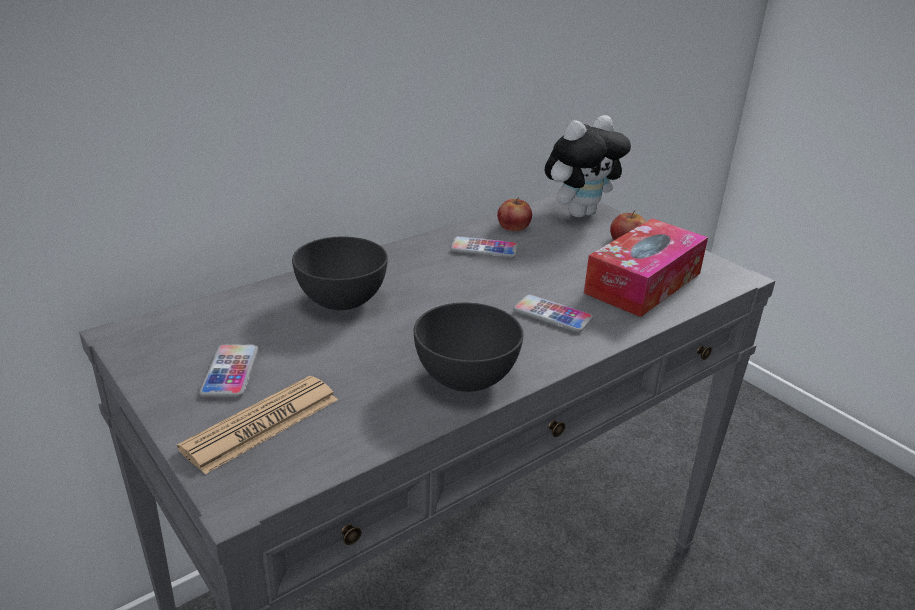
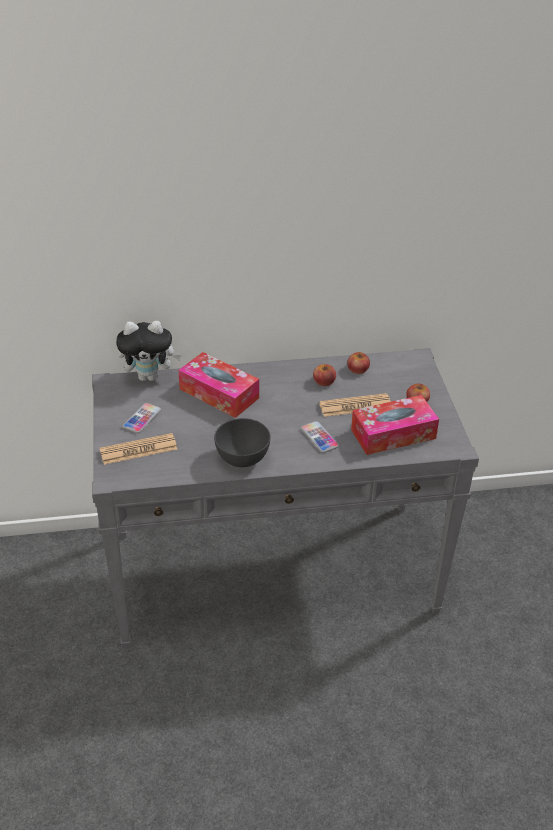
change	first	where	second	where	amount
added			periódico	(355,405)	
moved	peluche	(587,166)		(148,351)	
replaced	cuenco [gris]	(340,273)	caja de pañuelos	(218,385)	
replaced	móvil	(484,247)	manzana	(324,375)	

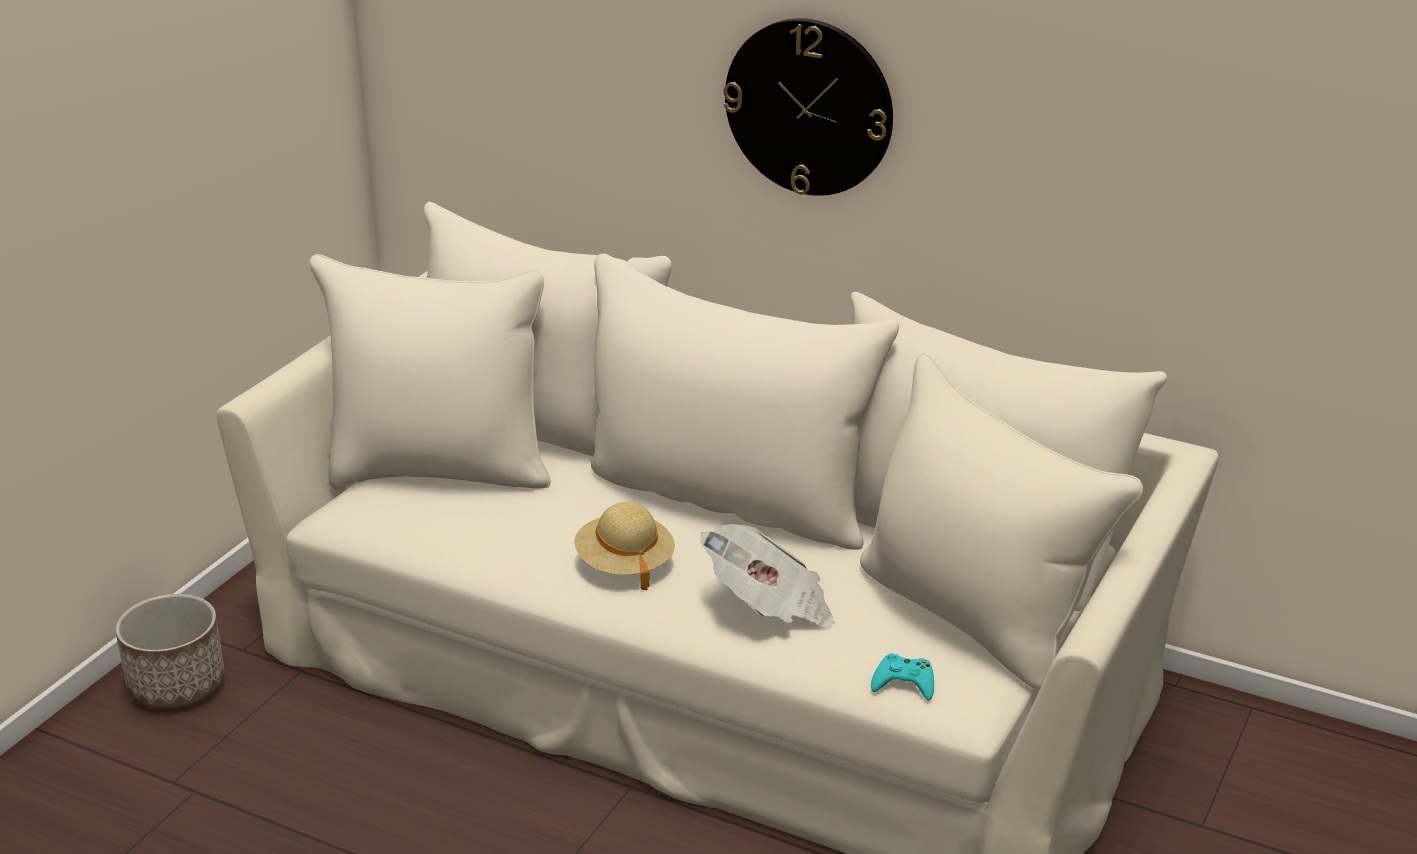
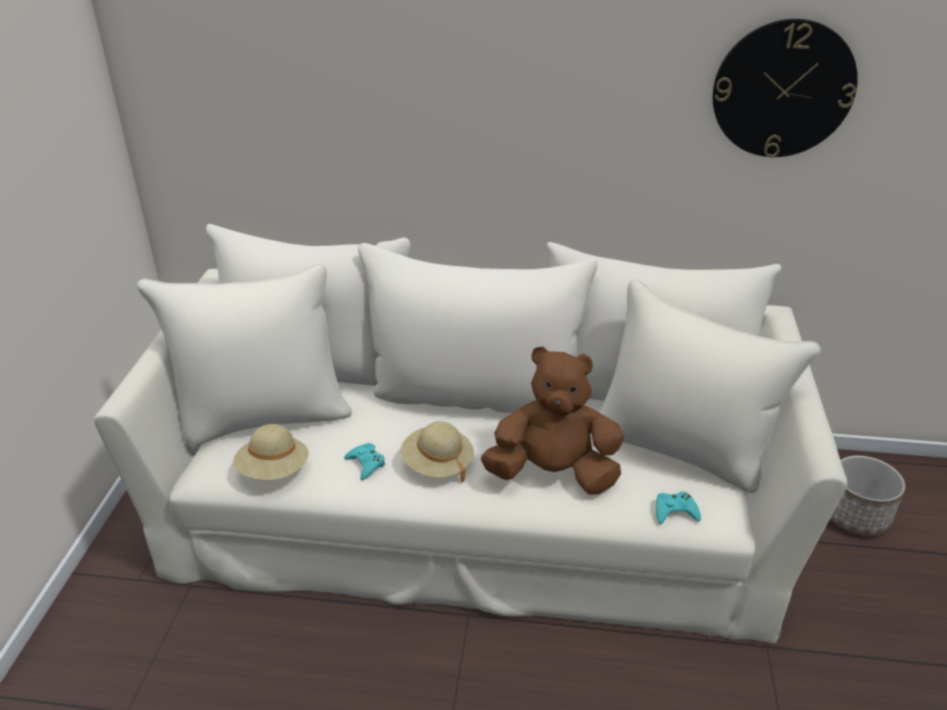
change	first	where	second	where	amount
added			sombrero [beis]	(271,452)	
added			mando de consola [turquesa]	(364,461)	
moved	maceta	(170,651)		(867,495)	
moved	reloj de pared	(808,107)		(785,88)	
replaced	periódico	(767,575)	peluche [marrón]	(552,420)	

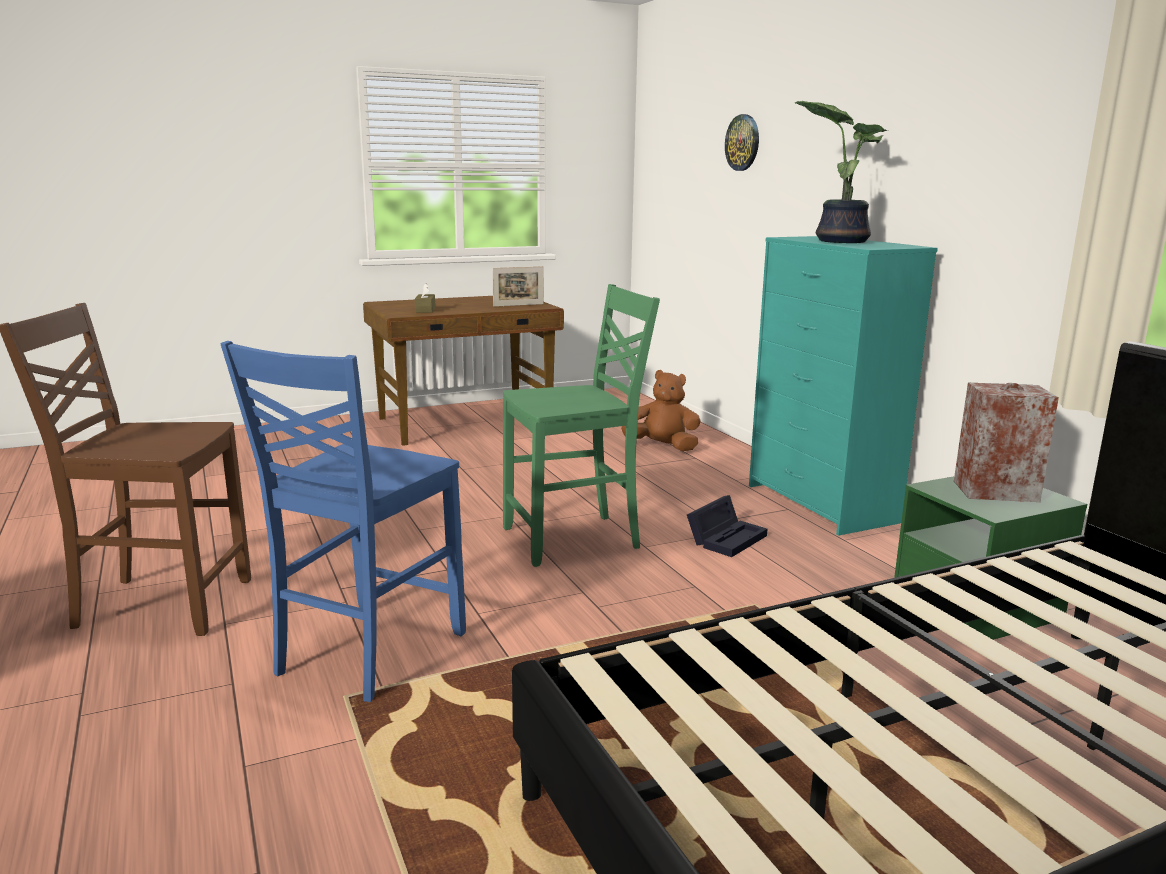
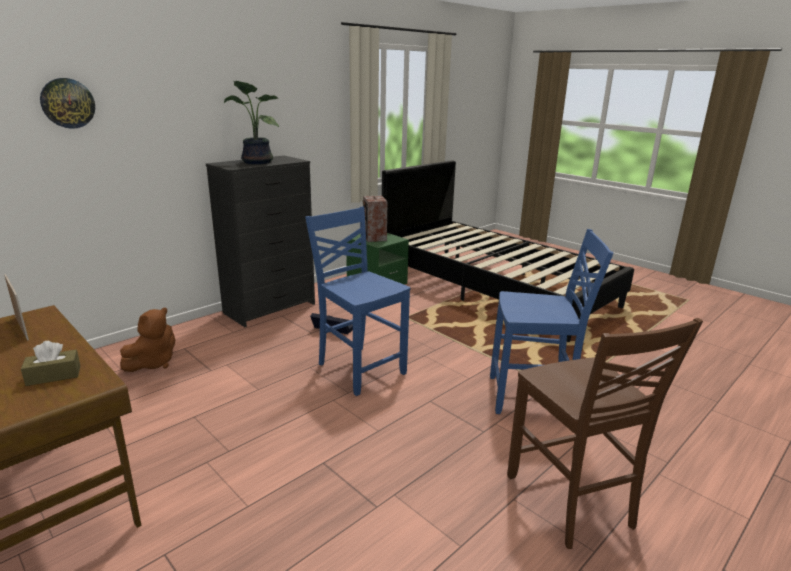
change	first	where	second	where	amount
recoloured	silla [verde]	(581,425)	silla [azul]	(357,301)	
recoloured	cómoda [turquesa]	(843,386)	cómoda [negro]	(260,241)	
turned	peluche [marrón]	(661,410)		(147,340)	150 degrees counterclockwise

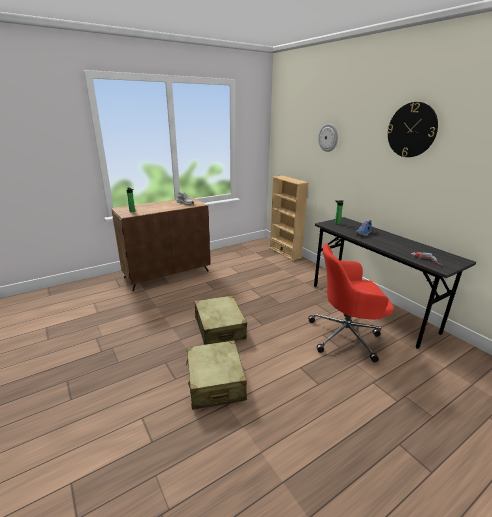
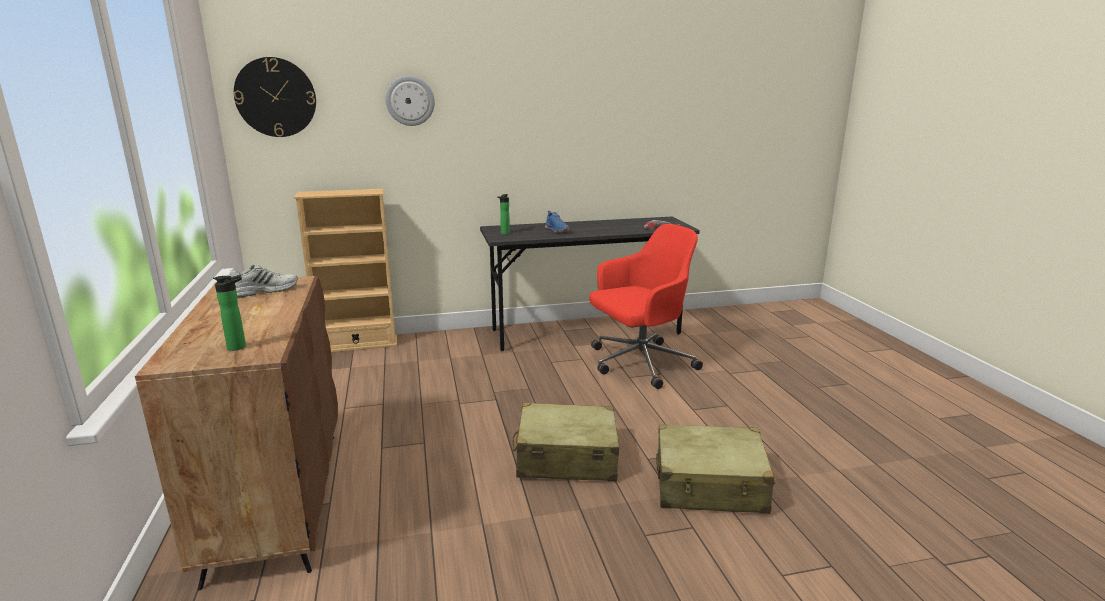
change	first	where	second	where	amount
moved	reloj de pared	(412,129)		(275,97)	
turned	silla de oficina [rojo]	(351,303)		(646,306)	135 degrees counterclockwise

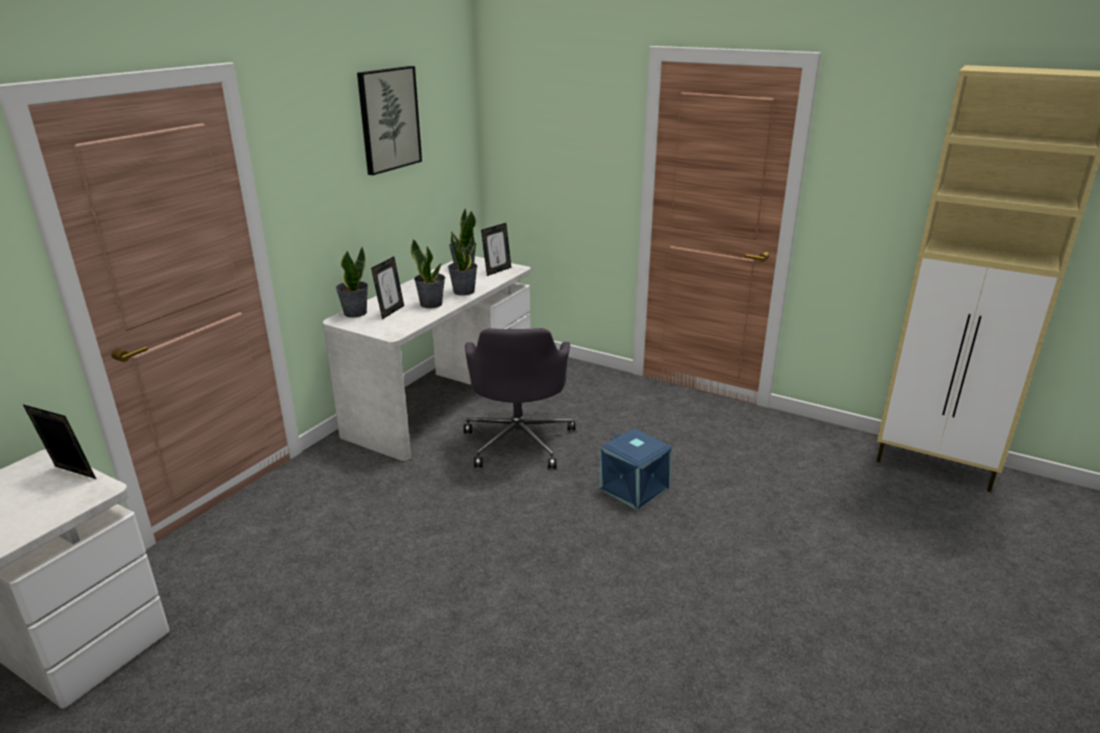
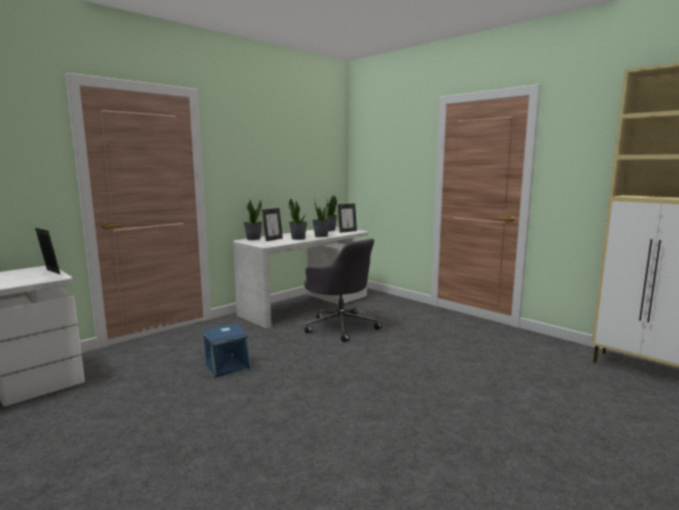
change	first	where	second	where	amount
removed	cuadro	(389,120)			
moved	caja de almacenaje [azul]	(635,469)		(226,351)	
turned	silla de oficina [gris]	(519,398)		(343,290)	60 degrees counterclockwise

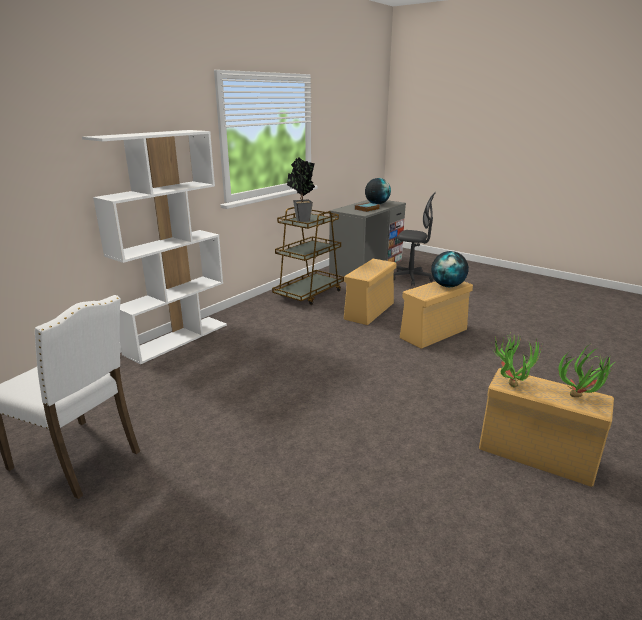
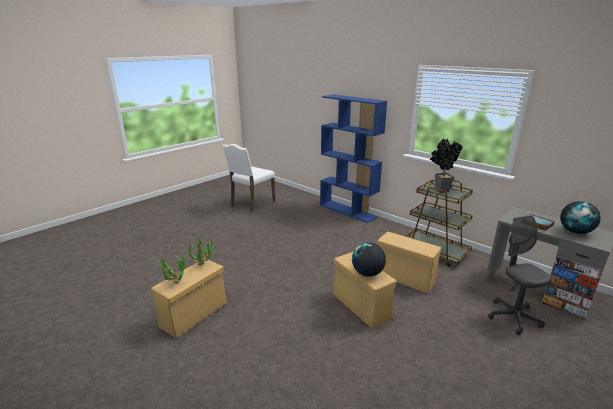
change	first	where	second	where	amount
recoloured	estantería [blanco]	(154,247)	estantería [azul]	(353,158)	
turned	silla de oficina [gris]	(415,239)		(520,275)	135 degrees clockwise

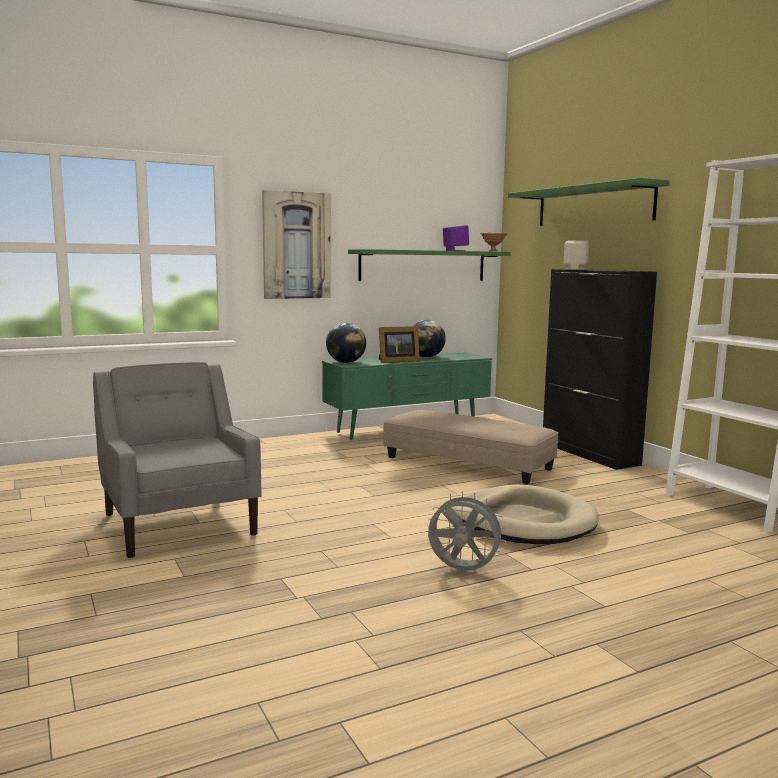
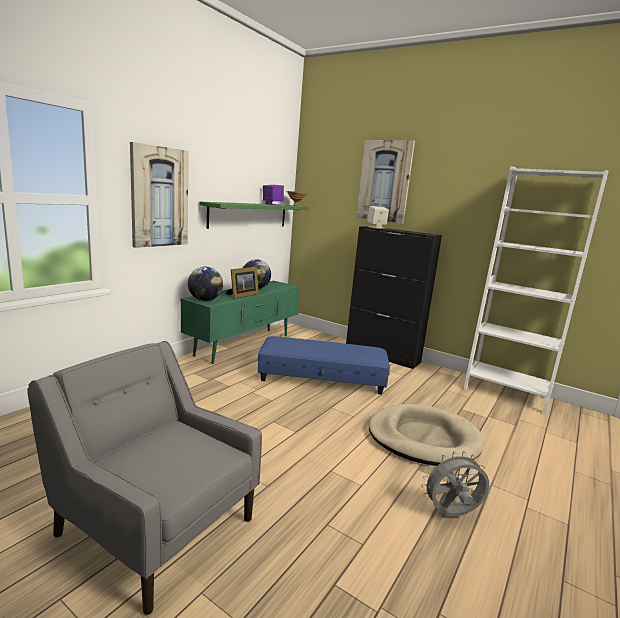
change	first	where	second	where	amount
replaced	estante [verde]	(589,202)	cuadro	(385,181)	
recoloured	puf [beis]	(471,447)	puf [azul]	(324,365)	

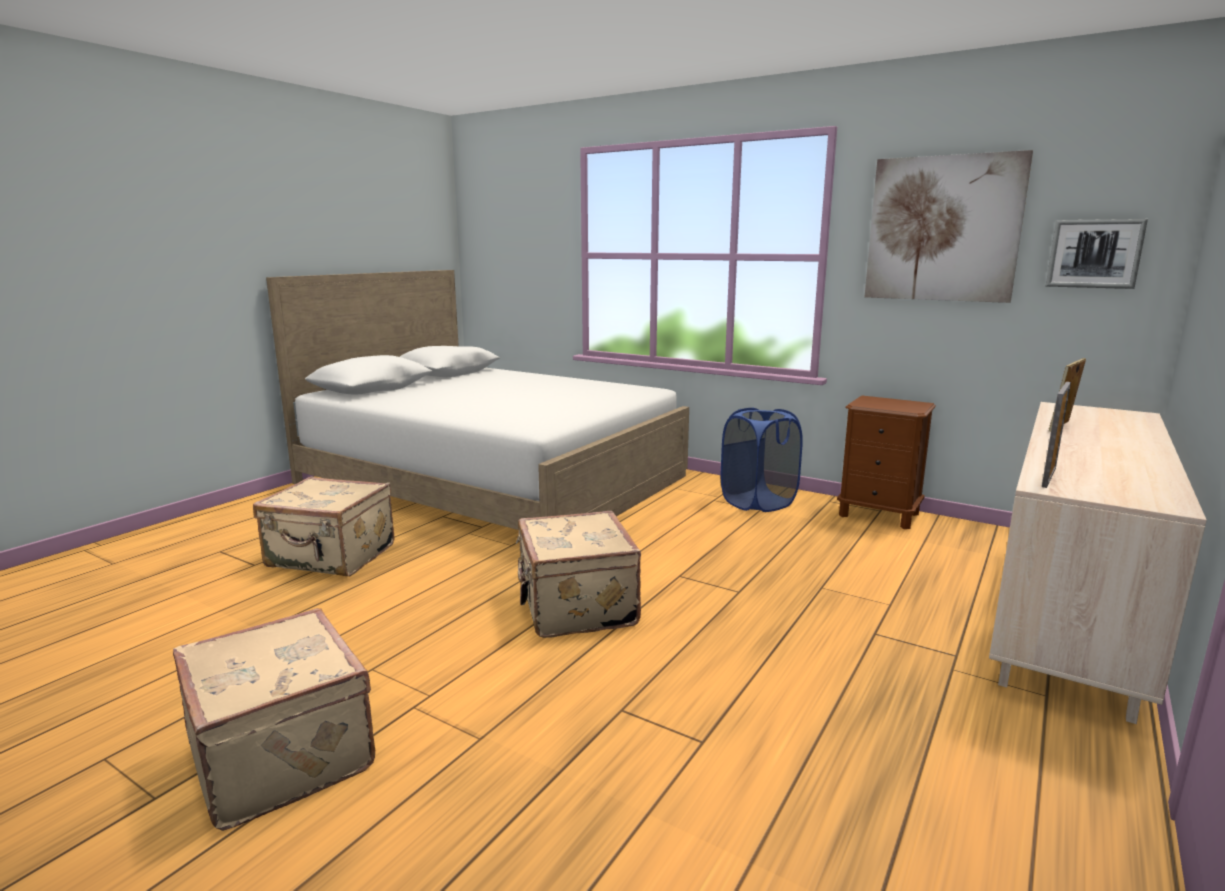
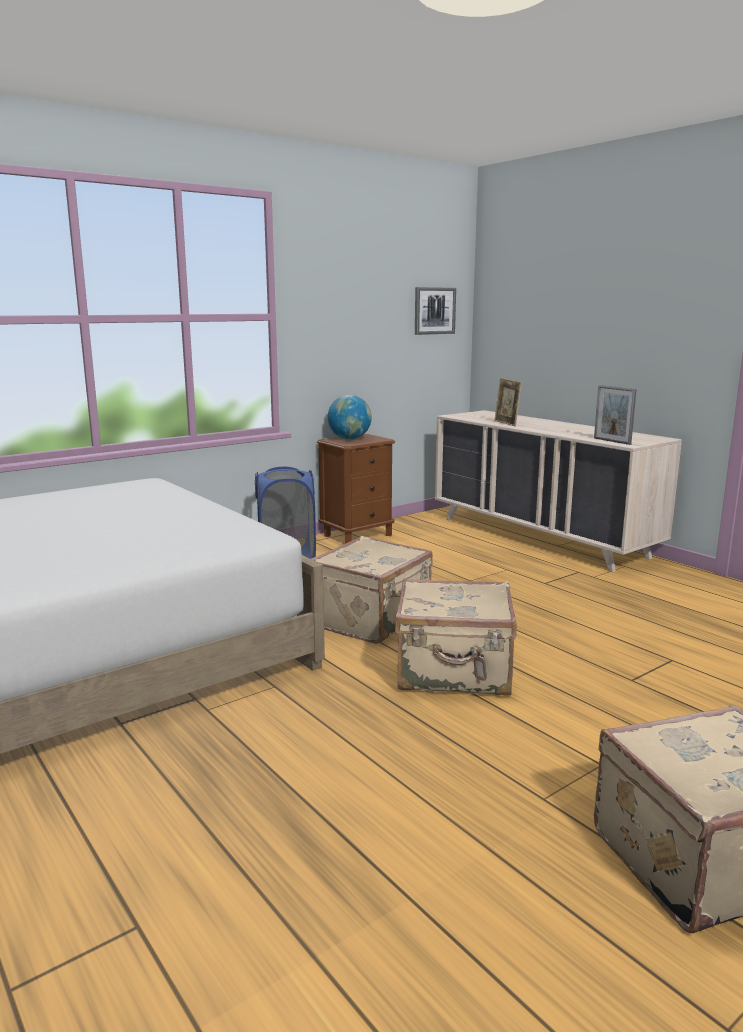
change	first	where	second	where	amount
removed	cuadro	(949,226)			
added			globo terráqueo	(350,417)	
moved	maleta [beis]	(324,526)		(372,590)	

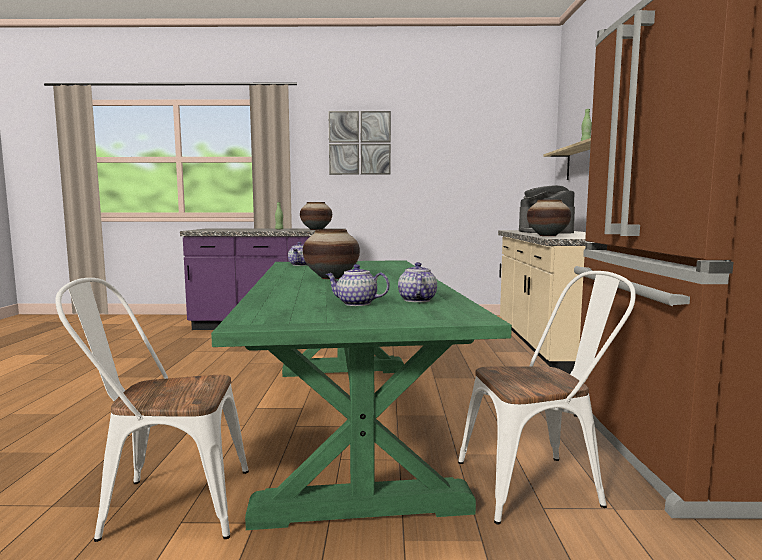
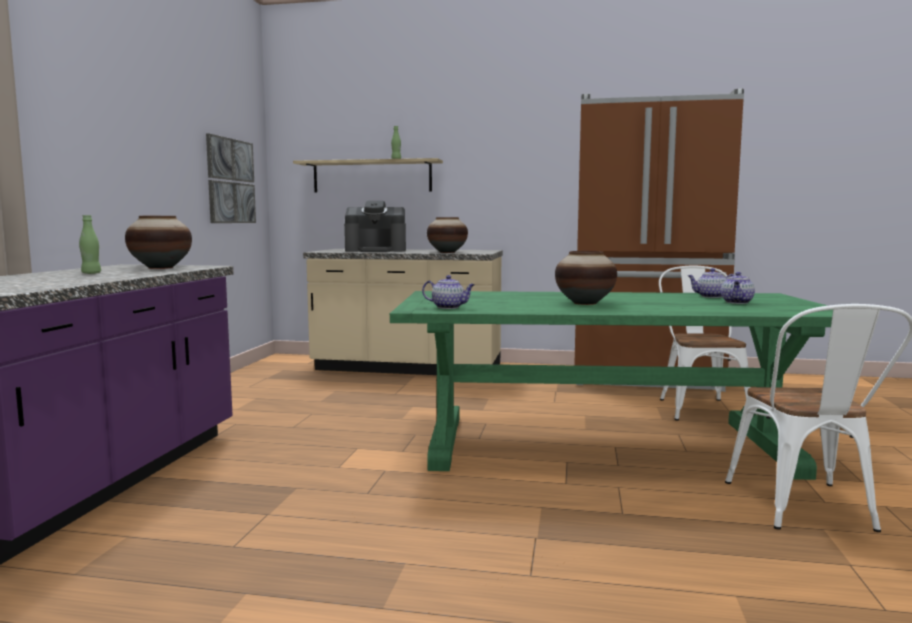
change	first	where	second	where	amount
moved	cuadro	(359,143)		(231,178)	

